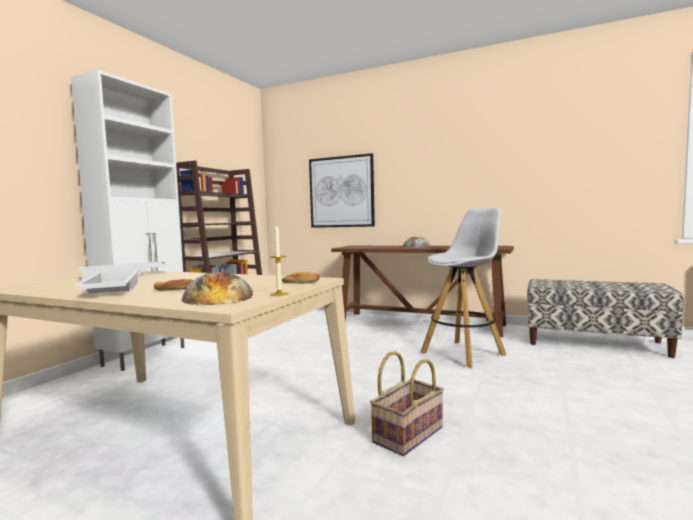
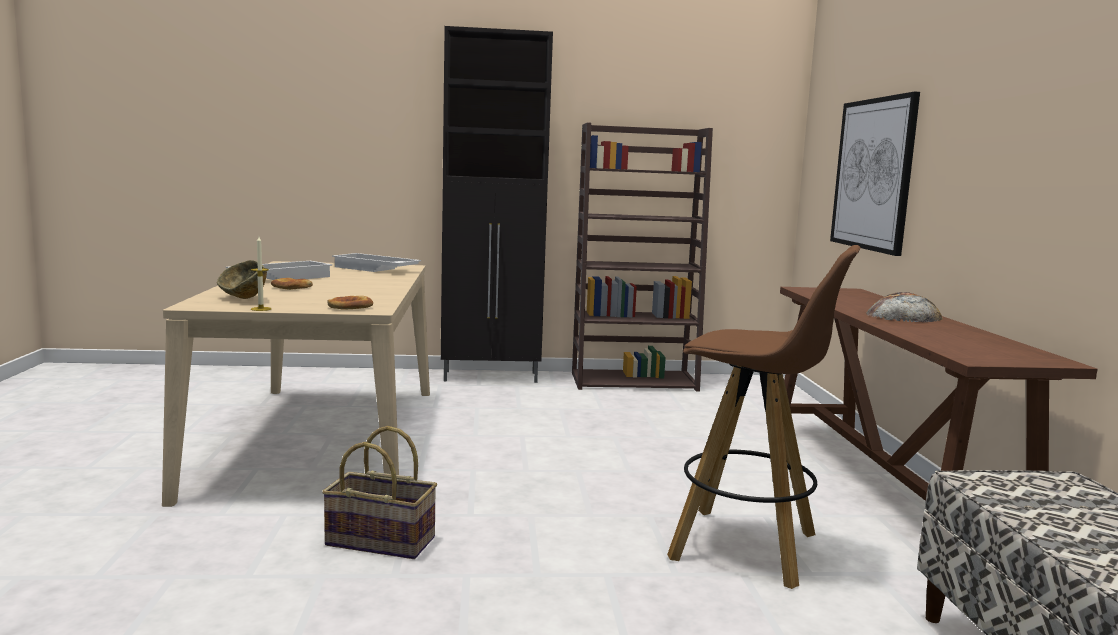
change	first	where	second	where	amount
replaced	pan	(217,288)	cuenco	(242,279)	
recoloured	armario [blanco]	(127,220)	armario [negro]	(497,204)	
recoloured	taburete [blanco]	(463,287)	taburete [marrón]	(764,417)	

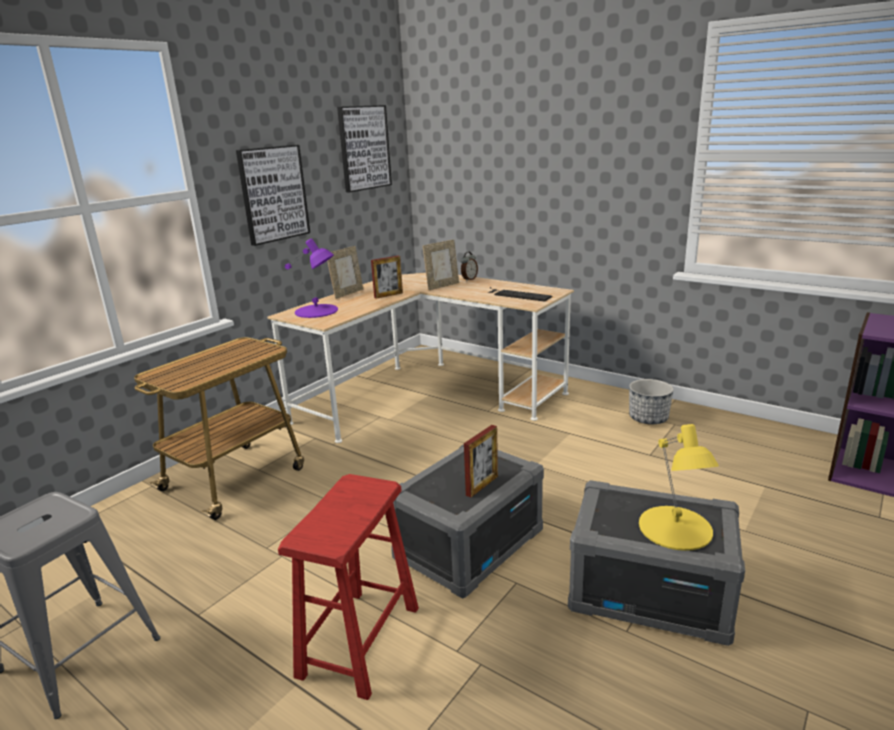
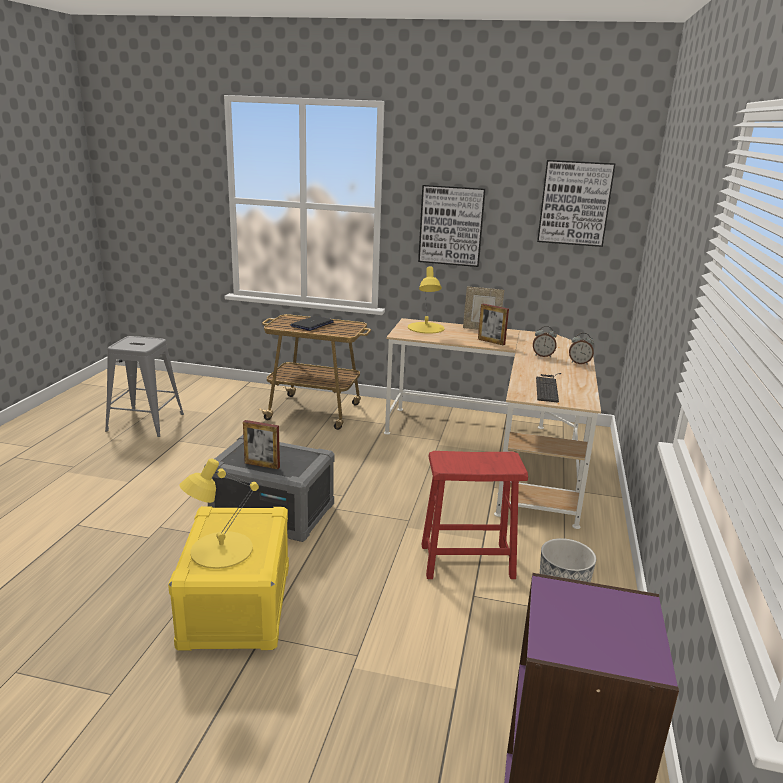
change	first	where	second	where	amount
added			portátil	(312,323)	
moved	taburete [rojo]	(348,587)		(474,515)	
replaced	portarretratos	(441,265)	despertador	(545,341)	
recoloured	lámpara de mesa [morado]	(311,278)	lámpara de mesa [amarillo]	(426,300)	
recoloured	caja de almacenaje [gris]	(656,563)	caja de almacenaje [amarillo]	(228,578)	

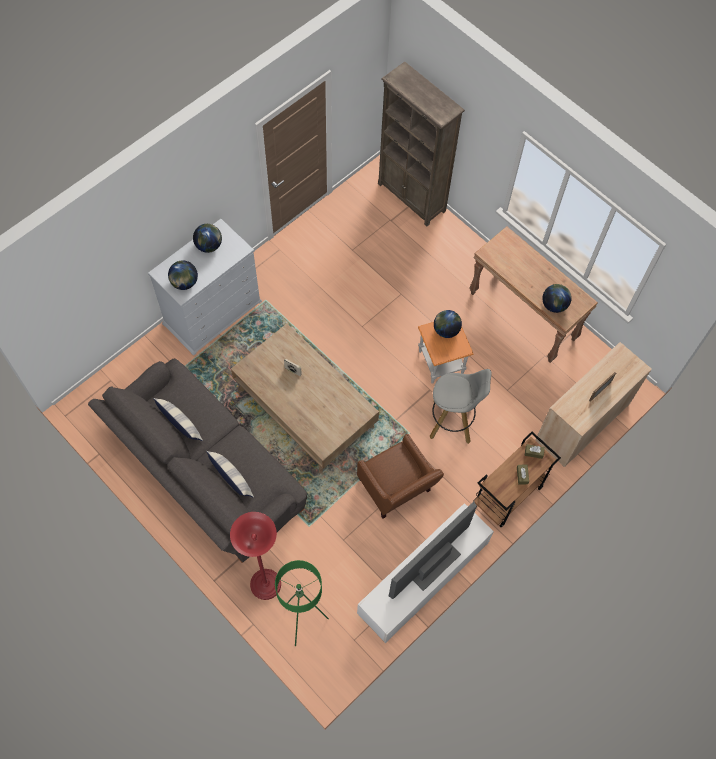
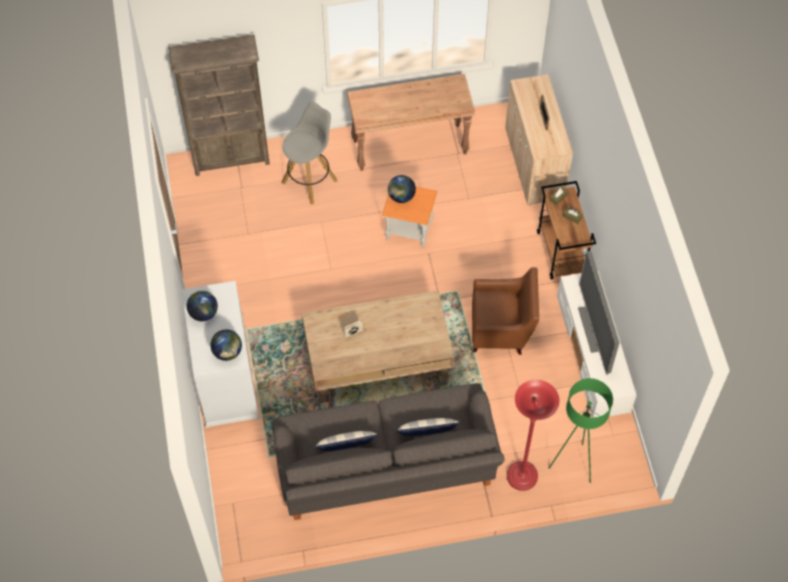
change	first	where	second	where	amount
removed	globo terráqueo	(557,298)			
moved	taburete [gris]	(460,406)		(309,152)	

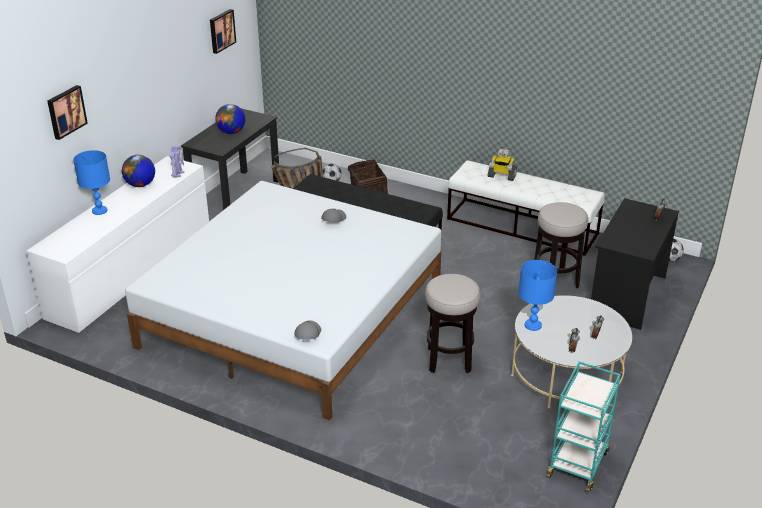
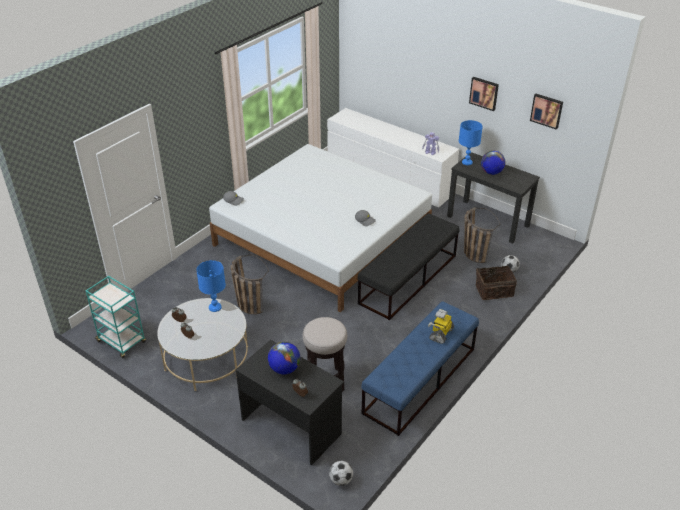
change	first	where	second	where	amount
moved	cuadro	(67,112)		(484,94)	
moved	lámpara de mesa [azul]	(91,182)		(471,142)	
moved	globo terráqueo	(138,171)		(284,358)	
replaced	taburete	(453,323)	cesta	(249,284)	
recoloured	banco [blanco]	(526,208)	banco [azul]	(420,368)	

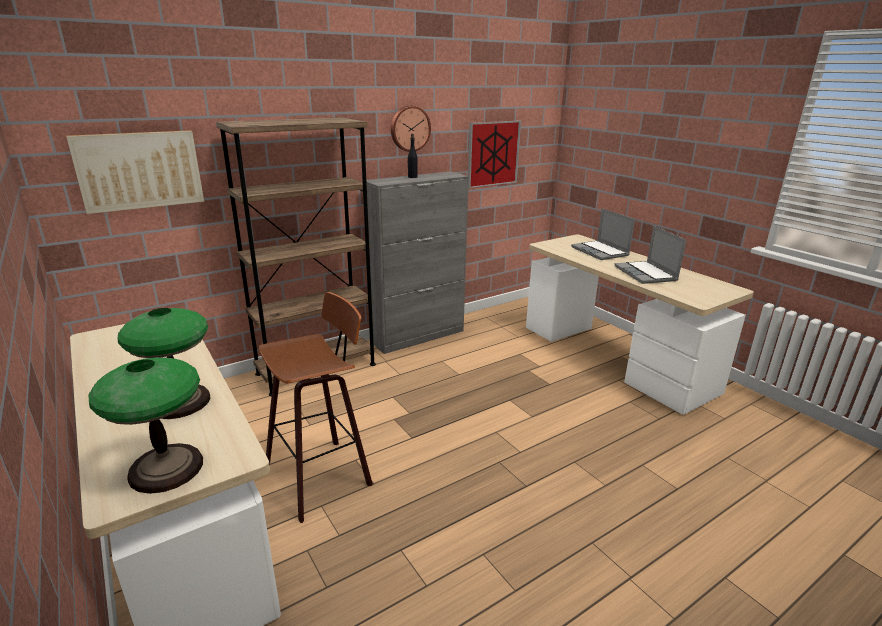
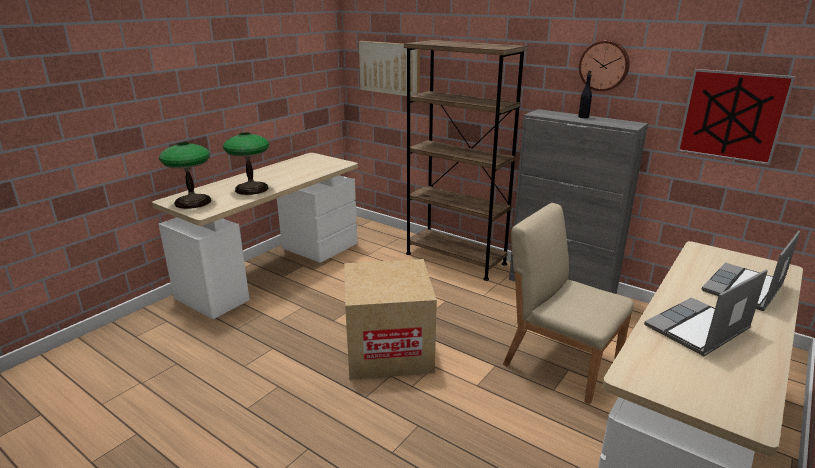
change	first	where	second	where	amount
removed	taburete	(316,407)			
added			caja de cartón	(390,319)	
added			silla [beis]	(568,303)	

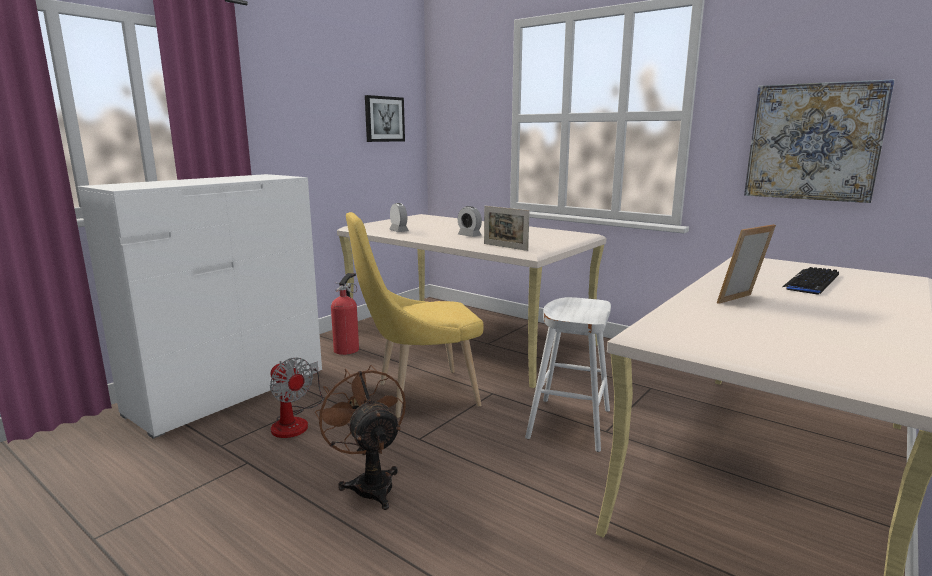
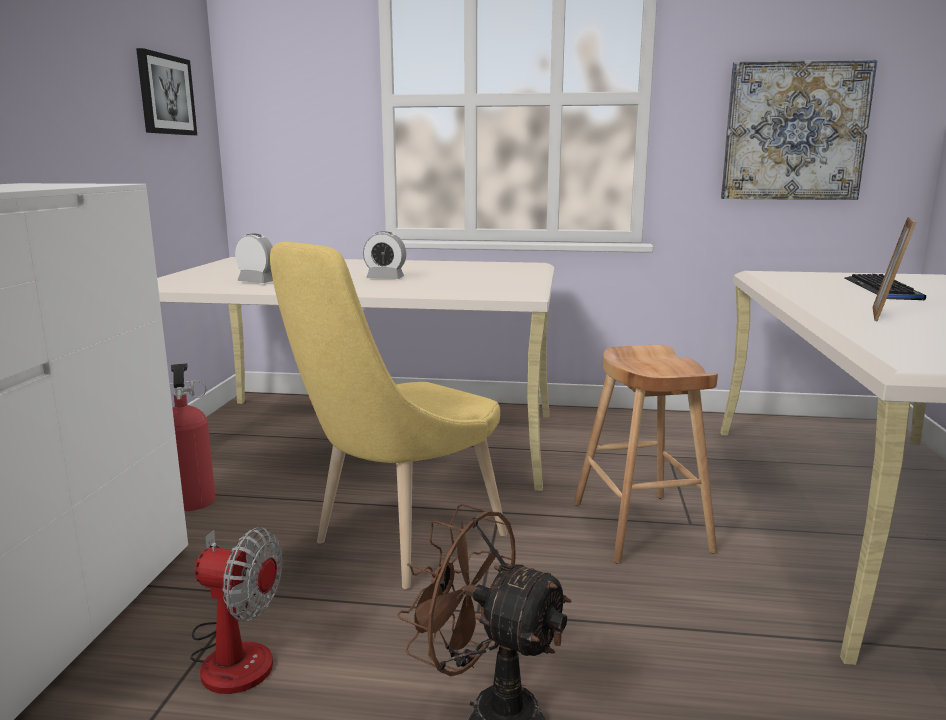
change	first	where	second	where	amount
removed	portarretratos	(507,228)			
recoloured	taburete [blanco]	(568,374)	taburete [marrón]	(646,454)	

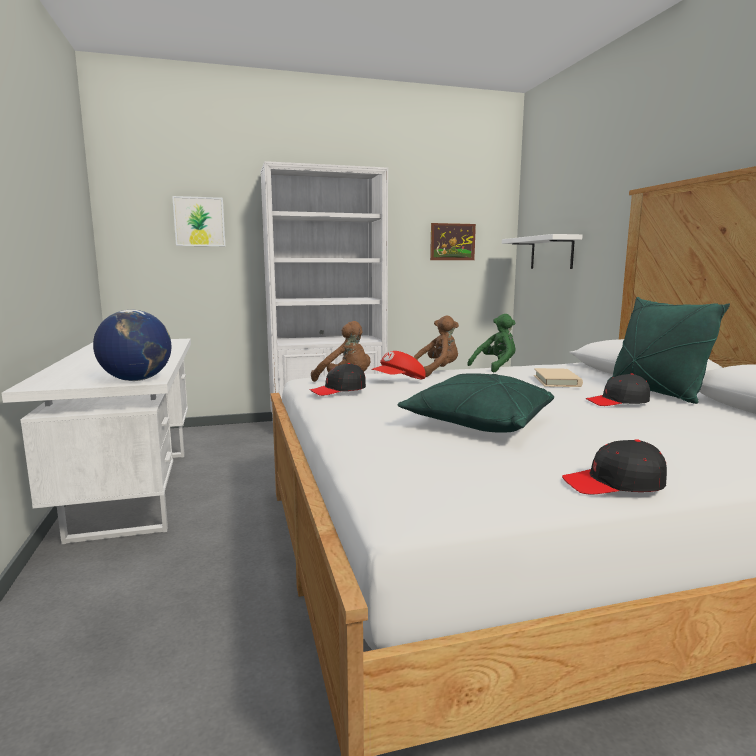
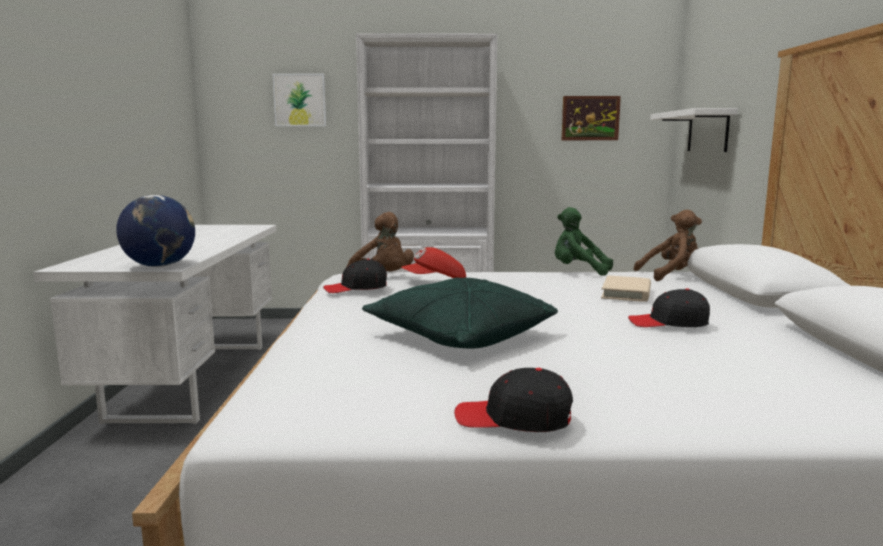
change	first	where	second	where	amount
removed	cojín [verde]	(668,350)			
moved	peluche [marrón]	(436,346)		(668,245)	
turned	peluche [verde]	(491,343)		(584,241)	135 degrees counterclockwise

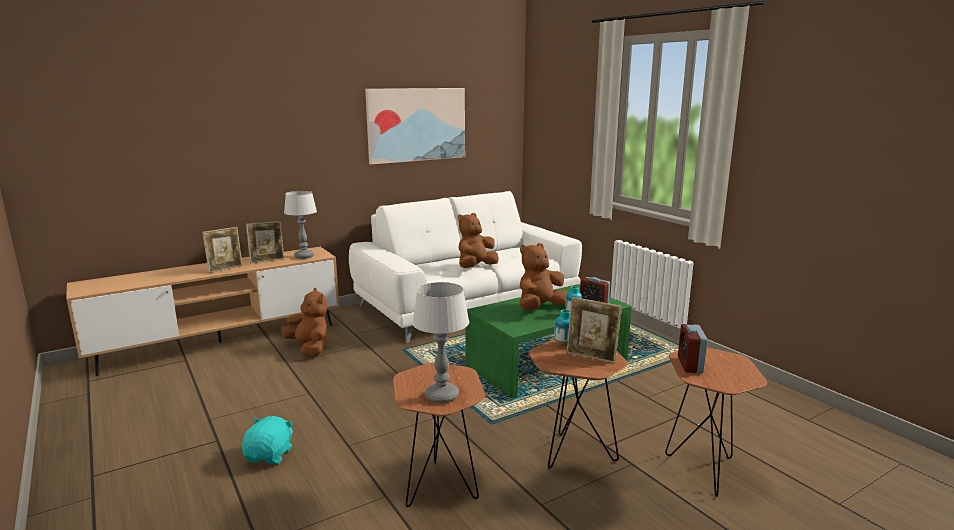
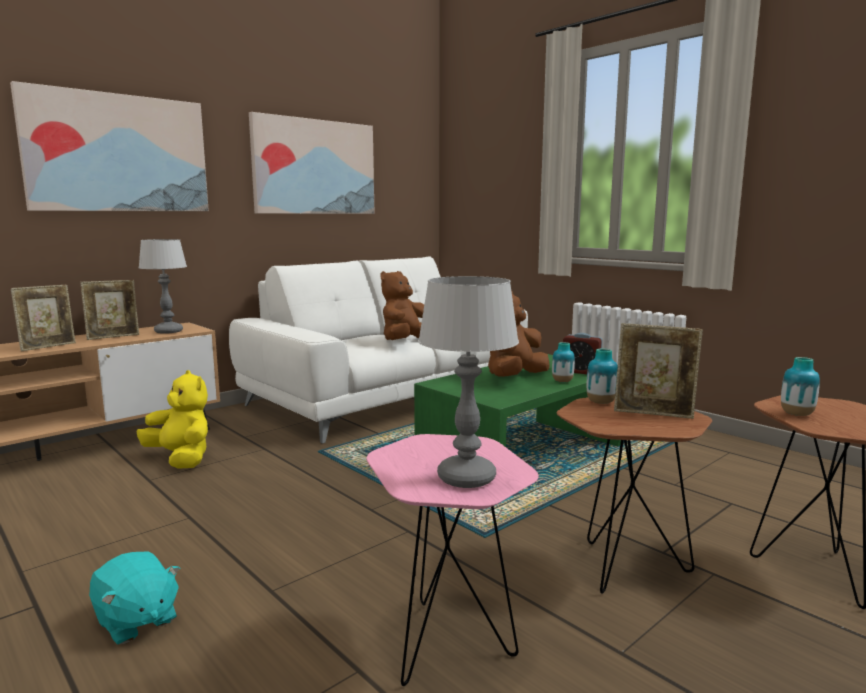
change	first	where	second	where	amount
added			cuadro	(109,146)	
replaced	despertador	(692,348)	florero	(800,386)	
recoloured	peluche [marrón]	(304,322)	peluche [amarillo]	(172,419)	
recoloured	mesa auxiliar [marrón]	(439,434)	mesa auxiliar [rosa]	(452,560)	
turned	peluche [turquesa]	(268,440)		(134,598)	135 degrees clockwise

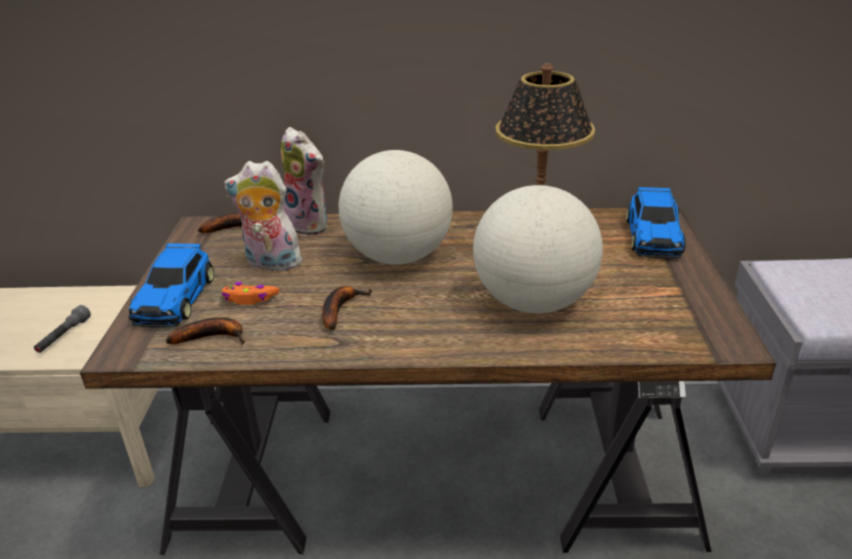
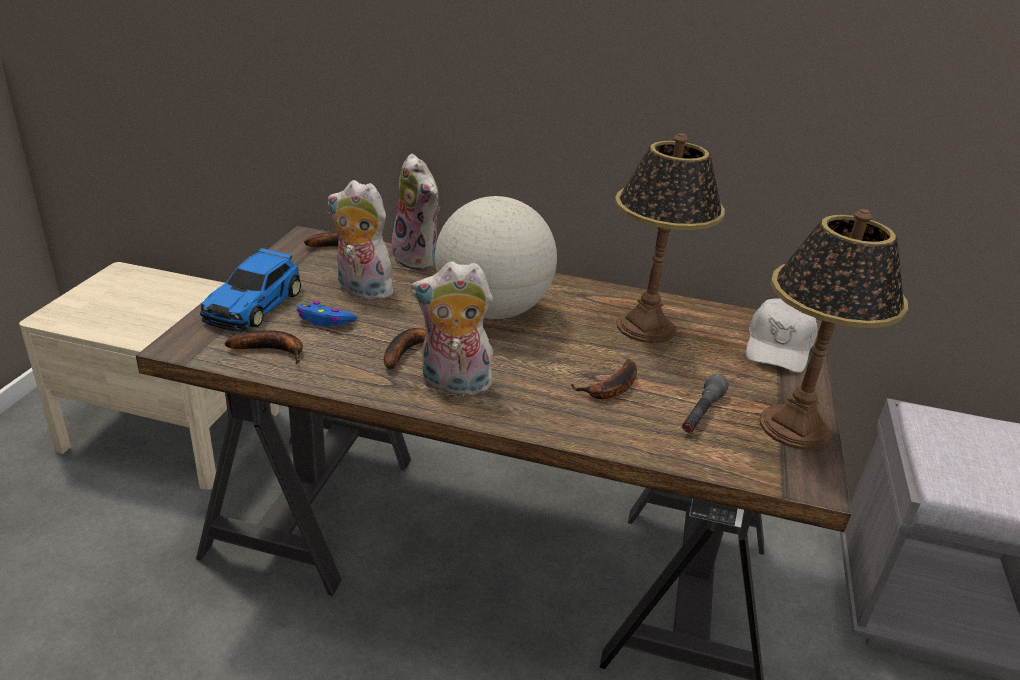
change	first	where	second	where	amount
added			peluche	(453,328)	
added			lámpara de mesa	(834,329)	
moved	linterna [gris]	(62,329)		(705,403)	
replaced	globo terráqueo	(538,249)	plátano	(604,379)	
replaced	coche de juguete	(656,222)	gorra [blanco]	(782,335)	
recoloured	mando de consola [naranja]	(250,293)	mando de consola [azul]	(327,314)	

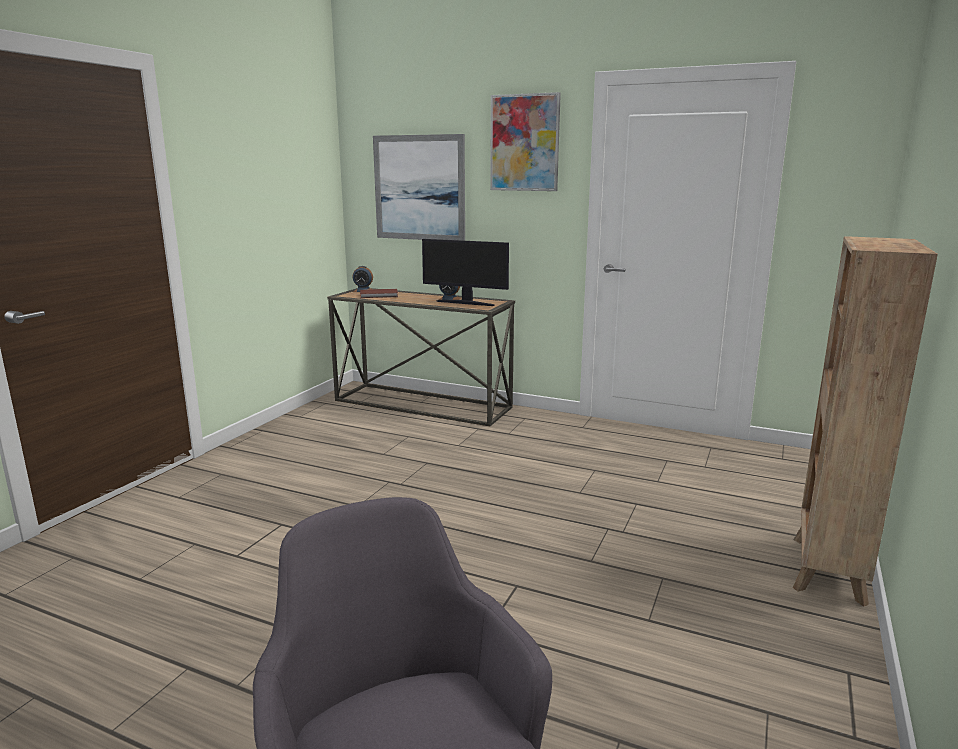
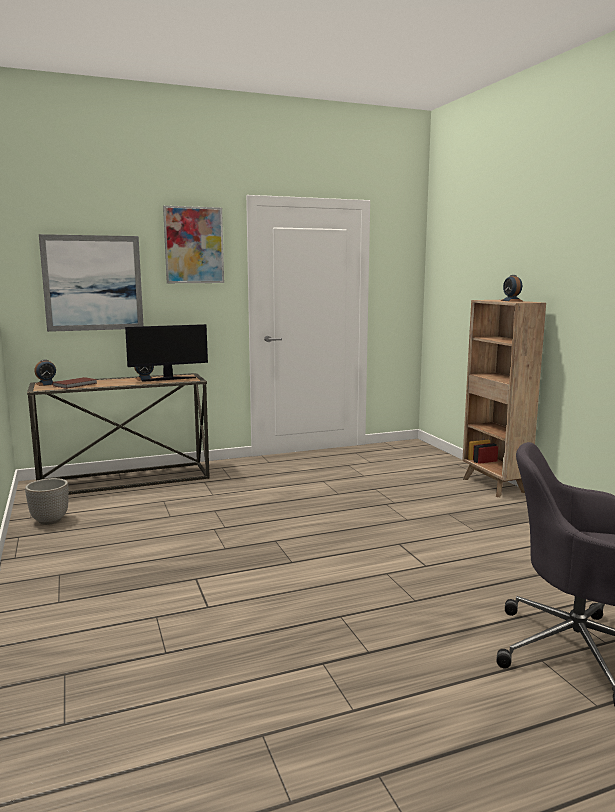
change	first	where	second	where	amount
added			maceta	(47,501)	
added			despertador	(511,288)	

